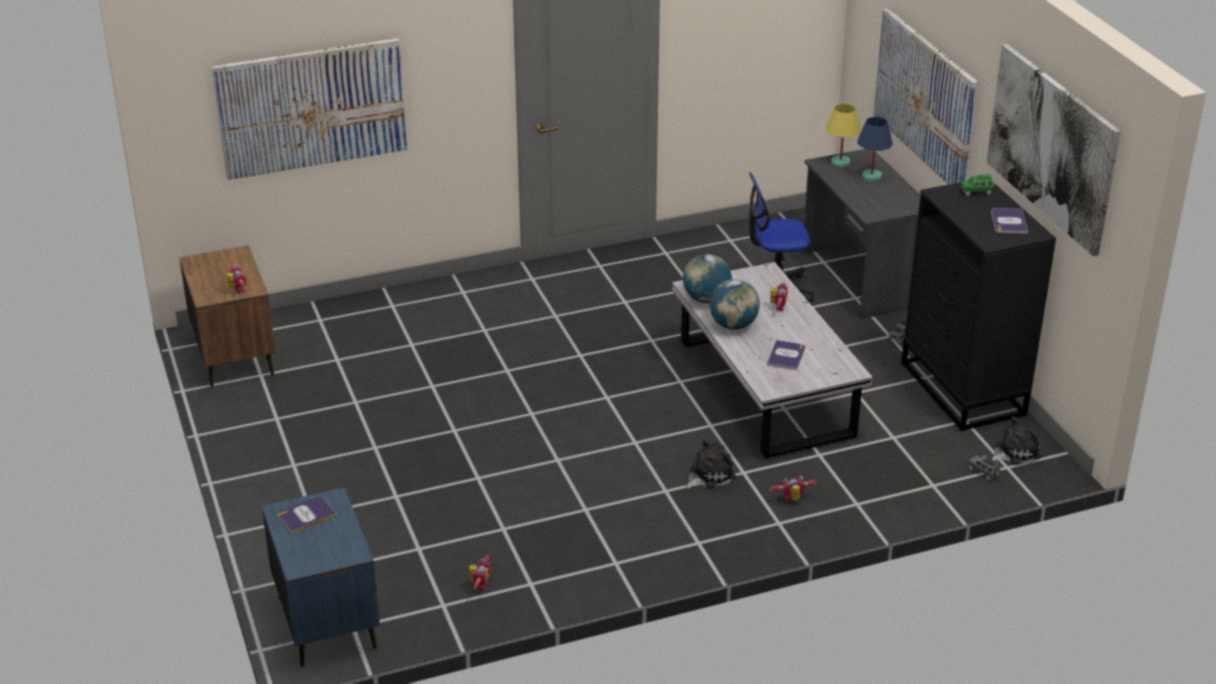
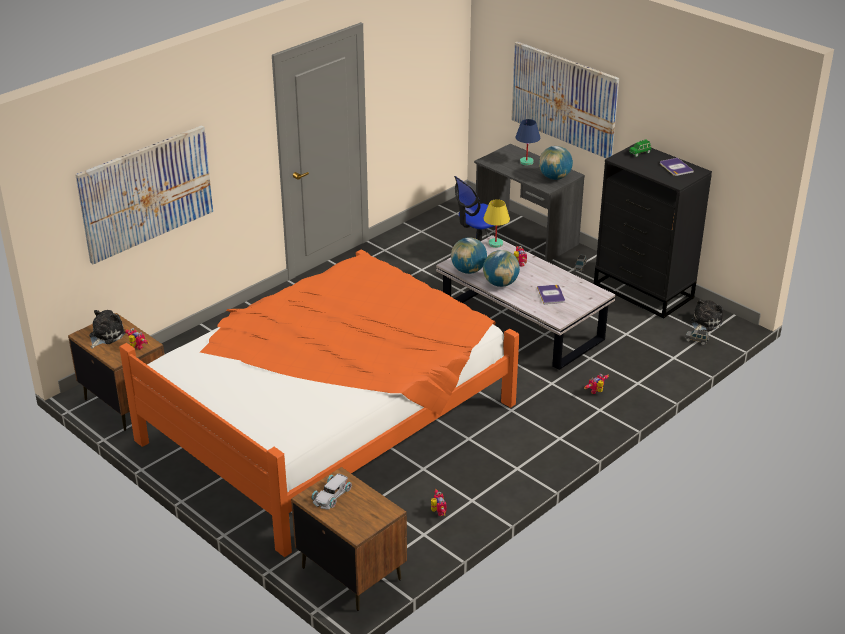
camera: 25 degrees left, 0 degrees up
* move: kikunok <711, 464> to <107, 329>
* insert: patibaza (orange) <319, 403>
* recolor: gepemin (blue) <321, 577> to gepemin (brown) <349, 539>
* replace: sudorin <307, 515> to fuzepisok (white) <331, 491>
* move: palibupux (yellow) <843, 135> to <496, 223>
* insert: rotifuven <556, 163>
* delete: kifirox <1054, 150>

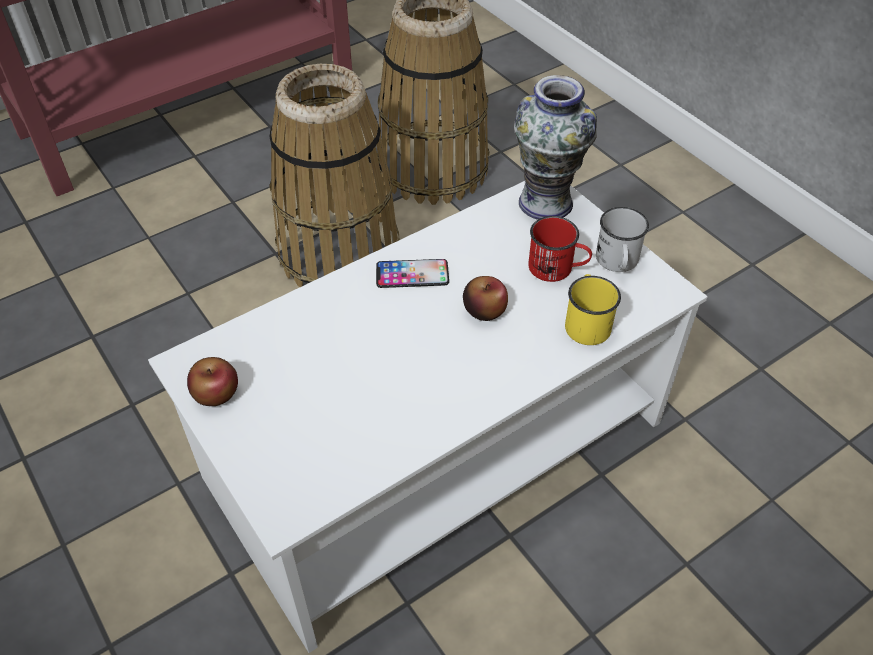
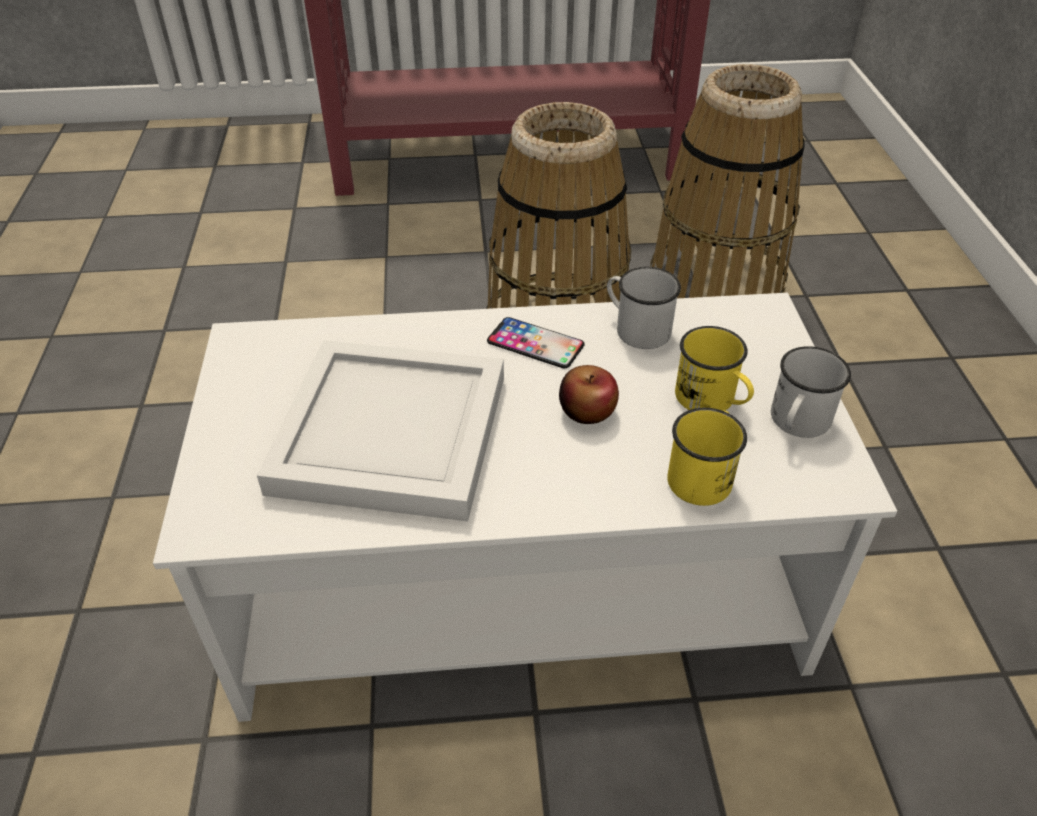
camera: 30 degrees right, 5 degrees down
* insert: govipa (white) <380, 430>
* insert: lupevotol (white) <644, 308>
* recolor: lupevotol (red) <560, 249> to lupevotol (yellow) <714, 368>
* delete: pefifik <212, 381>
* delete: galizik <555, 147>

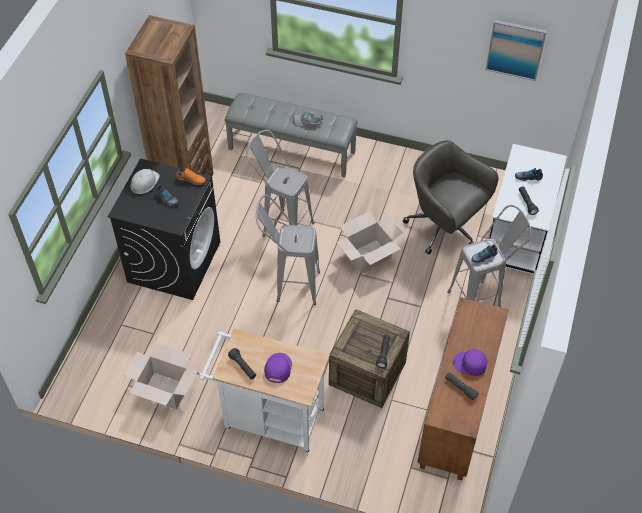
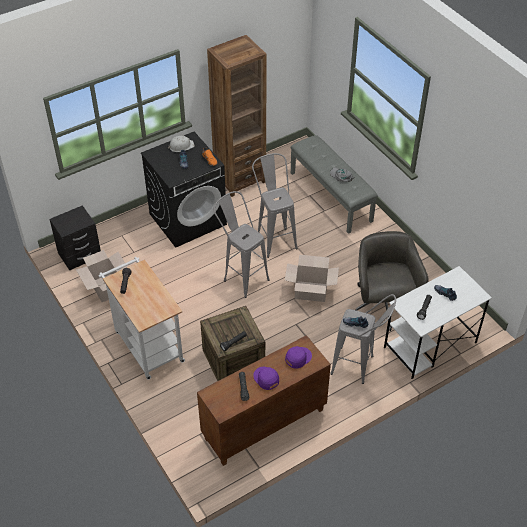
camera: 40 degrees right, 5 degrees down
* insert: gepemin (black) <75, 238>
* move: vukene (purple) <278, 368> to <298, 357>
* delete: kifirox <516, 50>

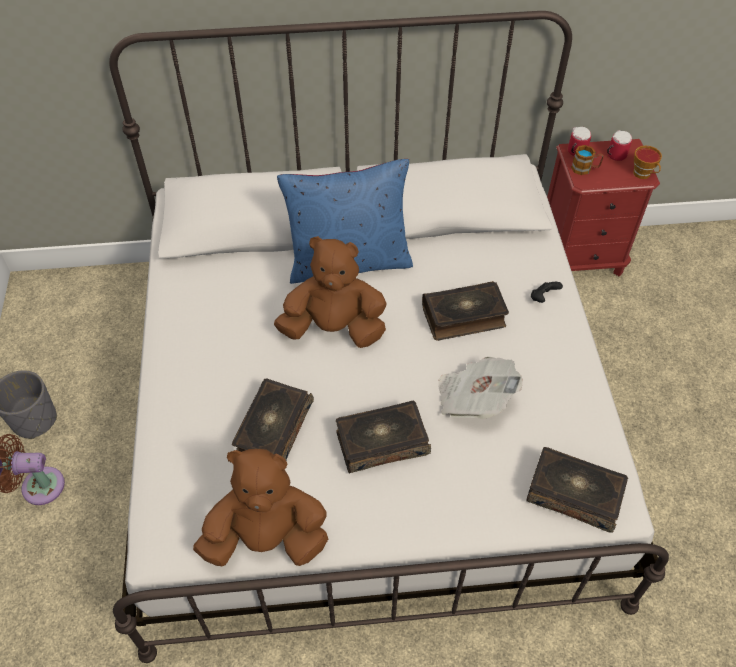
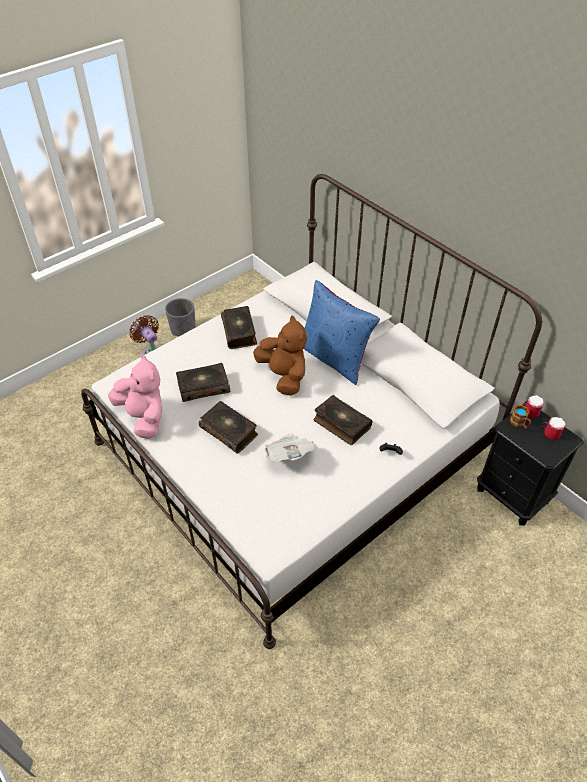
camera: 55 degrees right, 5 degrees down
* recolor: kikunok (brown) <260, 507> to kikunok (pink) <135, 397>
* move: sudorin <577, 490> to <239, 327>
* recolor: gepemin (red) <603, 208> to gepemin (black) <530, 464>
* delete: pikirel <647, 162>

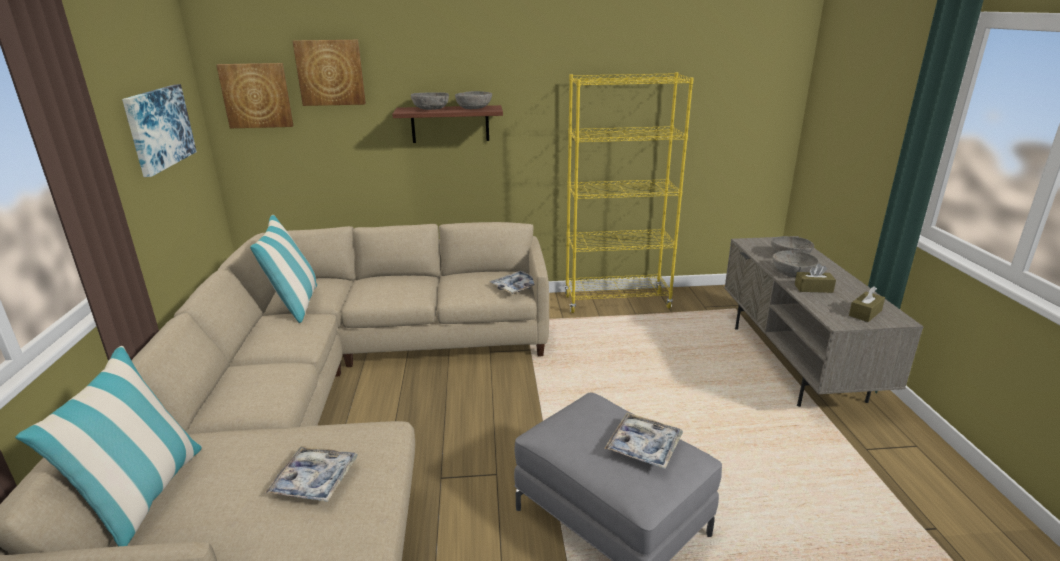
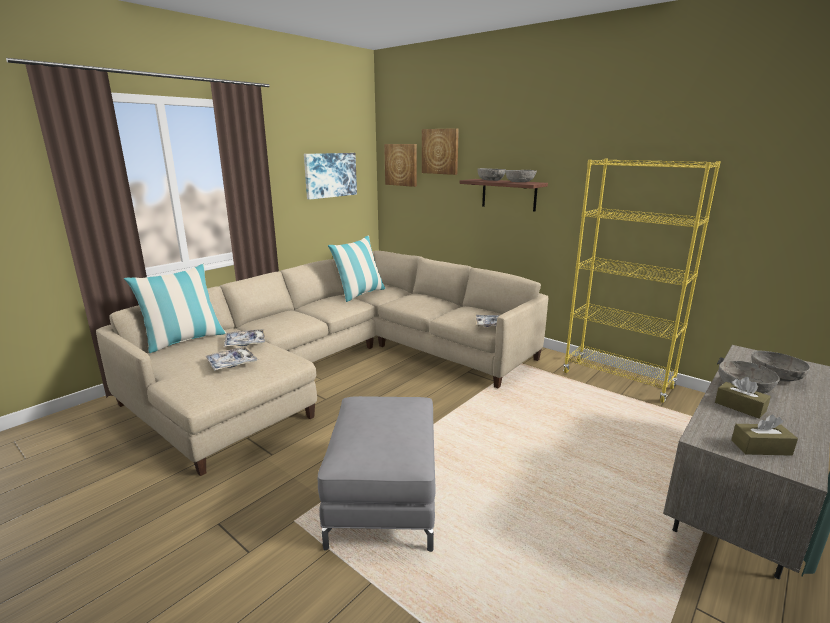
camera: 45 degrees right, 5 degrees down
* move: govipa <643, 441> to <244, 338>

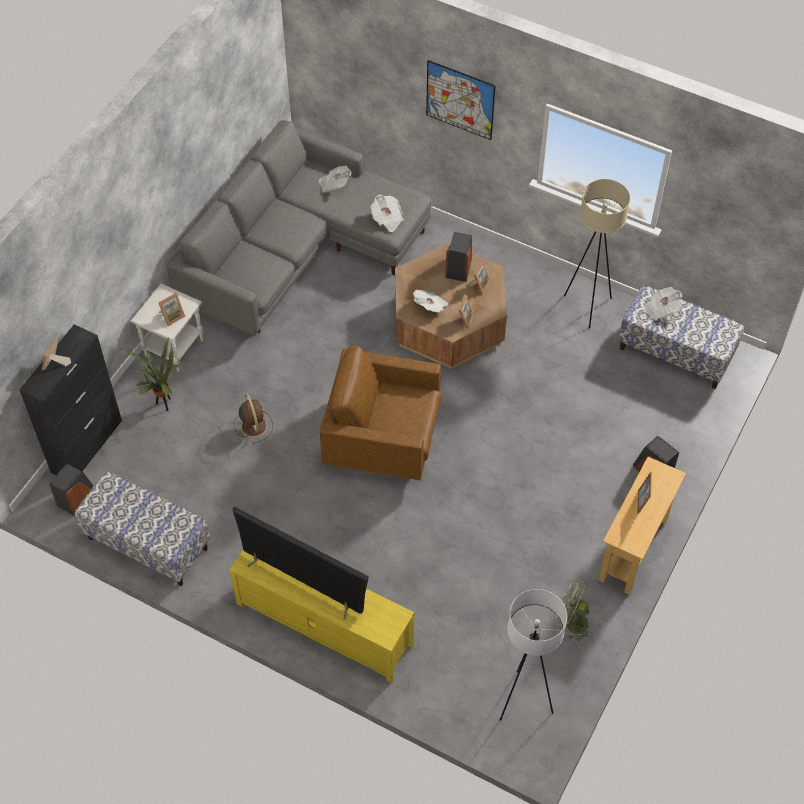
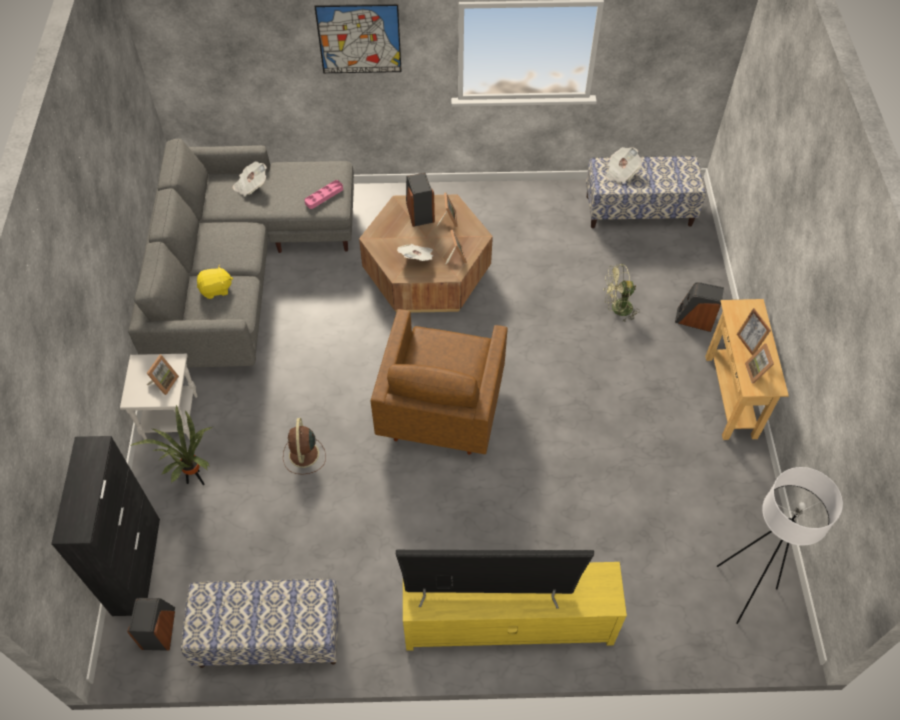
camera: 30 degrees left, 0 degrees up
* insert: kikunok (yellow) <215, 282>
* rotate: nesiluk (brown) <253, 418> = <304, 446> 135 degrees counterclockwise
* replace: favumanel <387, 213> to govipa (pink) <323, 194>
* rotate: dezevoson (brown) <381, 413> = <439, 381> 60 degrees counterclockwise
* move: nesiluk (green) <574, 610> to <621, 293>
* move: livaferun <56, 354> to <759, 363>
* delete: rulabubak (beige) <597, 254>

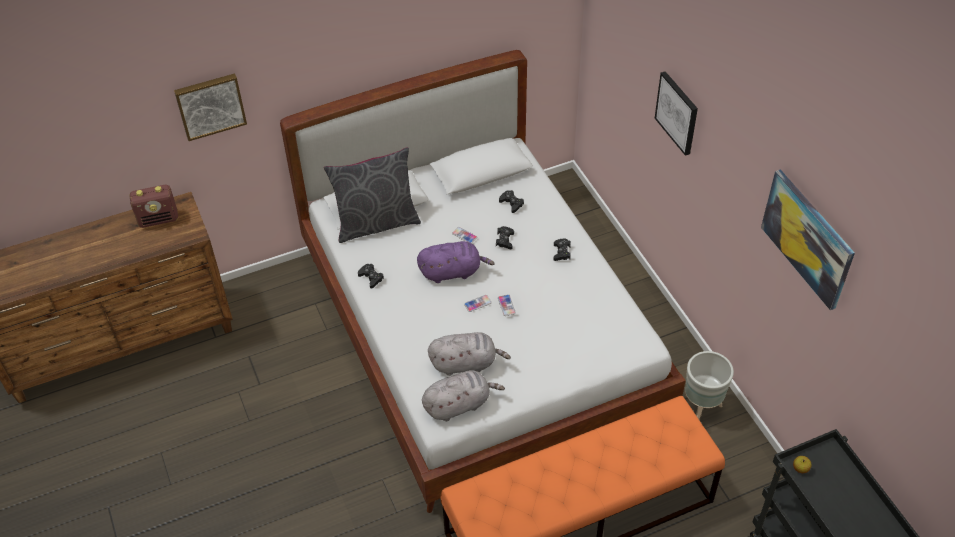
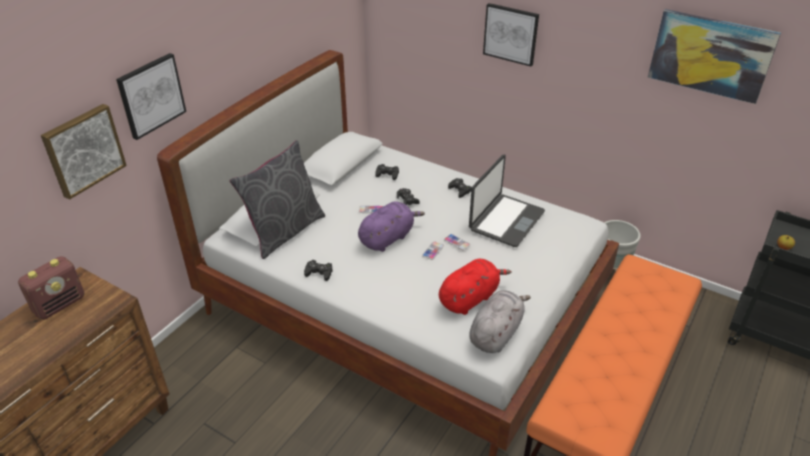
camera: 35 degrees left, 10 degrees down
* insert: kifirox <151, 96>
* recolor: kikunok (grey) <469, 354> to kikunok (red) <475, 286>
* insert: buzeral <507, 201>

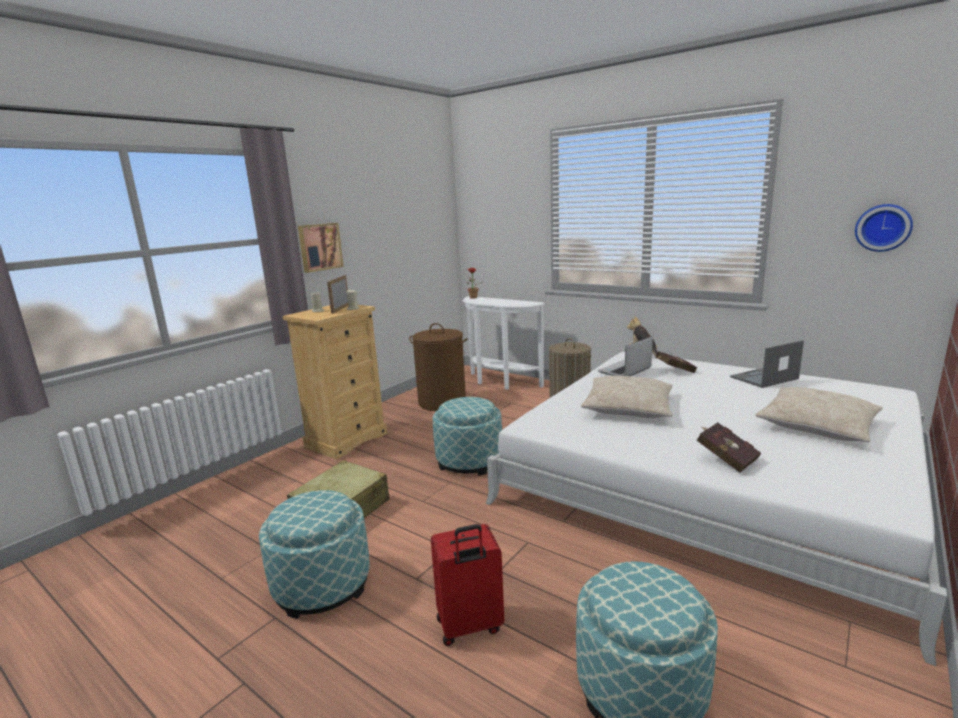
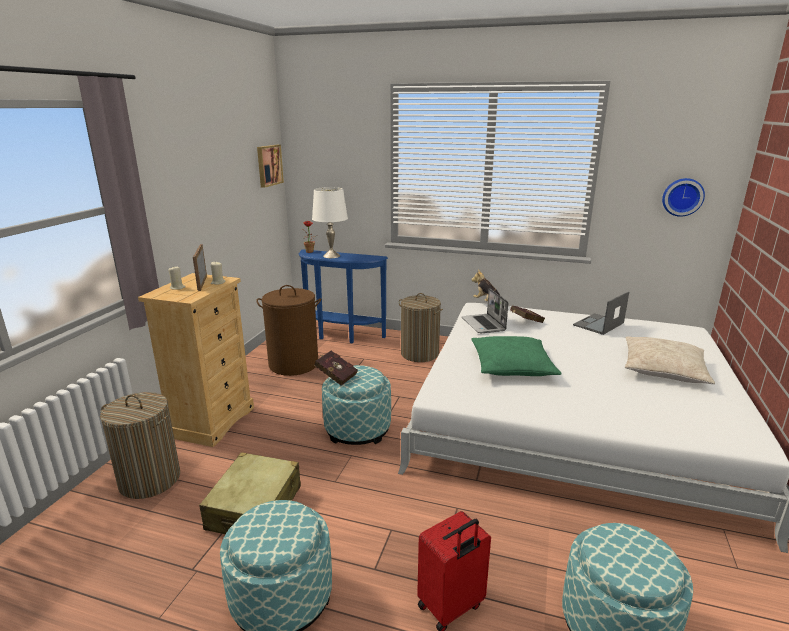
camera: 20 degrees left, 5 degrees up
* insert: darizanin <140, 445>
* move: kifirox <321, 248> to <270, 166>
* recolor: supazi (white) <504, 343> to supazi (blue) <343, 296>
* insert: palibupux (white) <330, 222>
* move: sudorin (red) <728, 447> to <336, 368>
* rotate: buzeral <625, 356> = <484, 310> 45 degrees counterclockwise
* recolor: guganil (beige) <627, 397> to guganil (green) <517, 356>

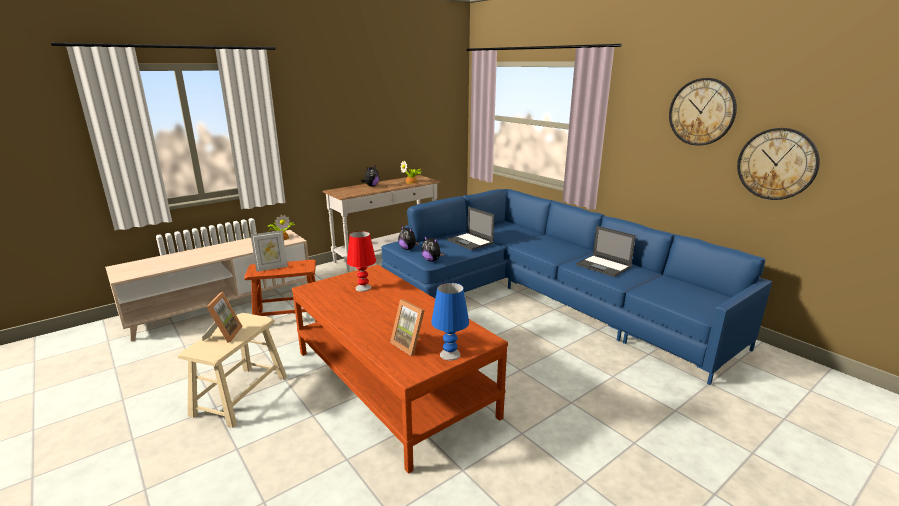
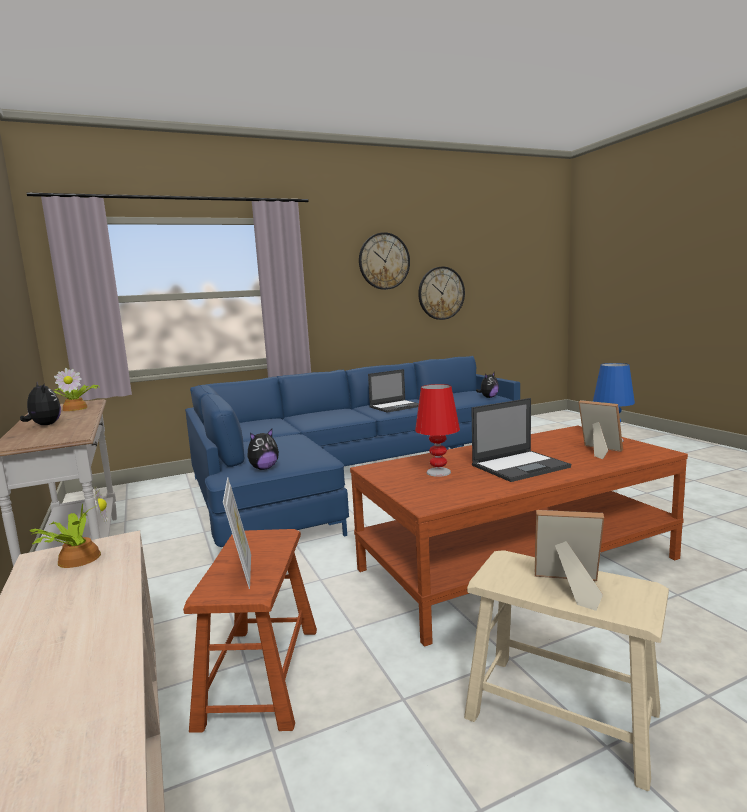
camera: 75 degrees left, 10 degrees down
* move: buzeral <470, 228> to <521, 440>
* move: kikunok <432, 249> to <487, 385>
* rotate: livaferun <407, 327> = <600, 429> 105 degrees counterclockwise

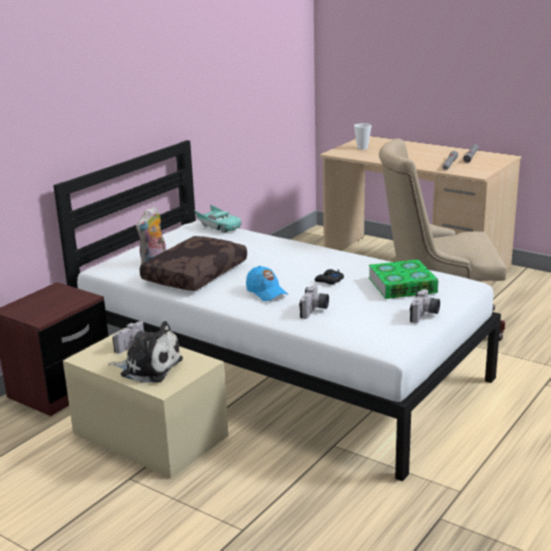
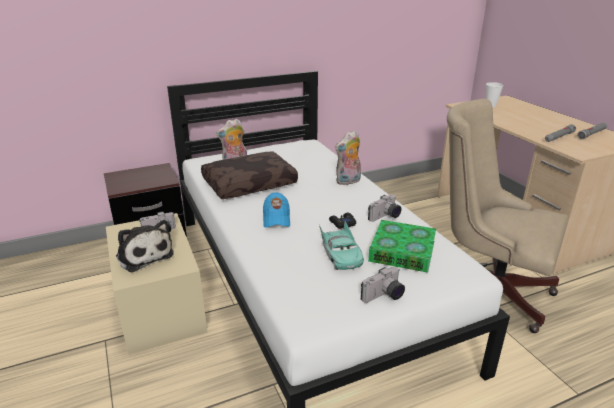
camera: 30 degrees right, 5 degrees up
* move: fuzepisok (turquoise) <217, 218> to <341, 245>
* insert: kikunok <348, 157>
* move: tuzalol <314, 302> to <384, 208>

